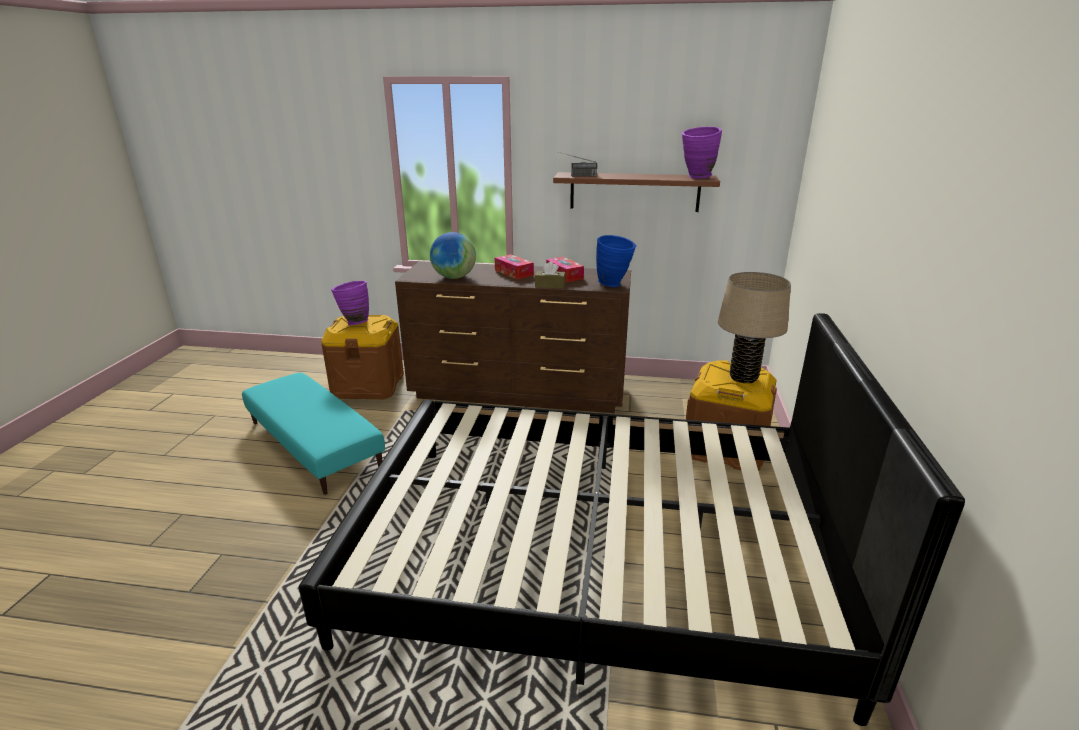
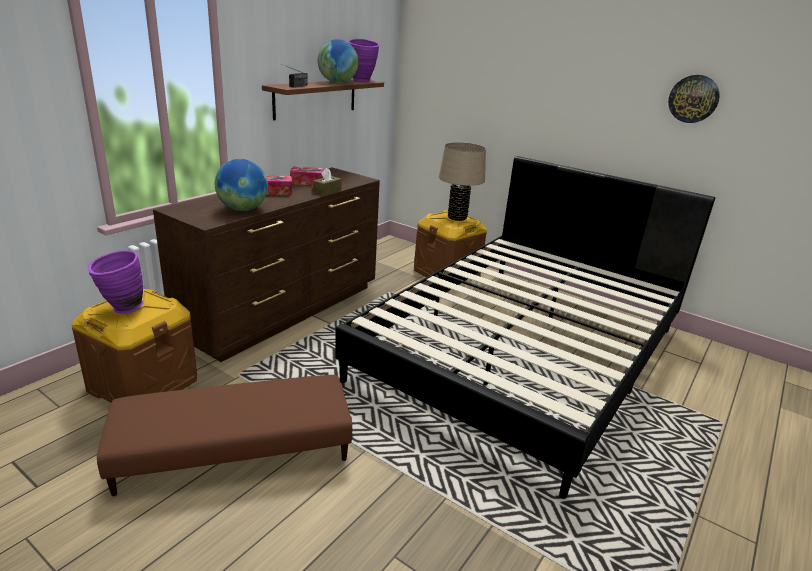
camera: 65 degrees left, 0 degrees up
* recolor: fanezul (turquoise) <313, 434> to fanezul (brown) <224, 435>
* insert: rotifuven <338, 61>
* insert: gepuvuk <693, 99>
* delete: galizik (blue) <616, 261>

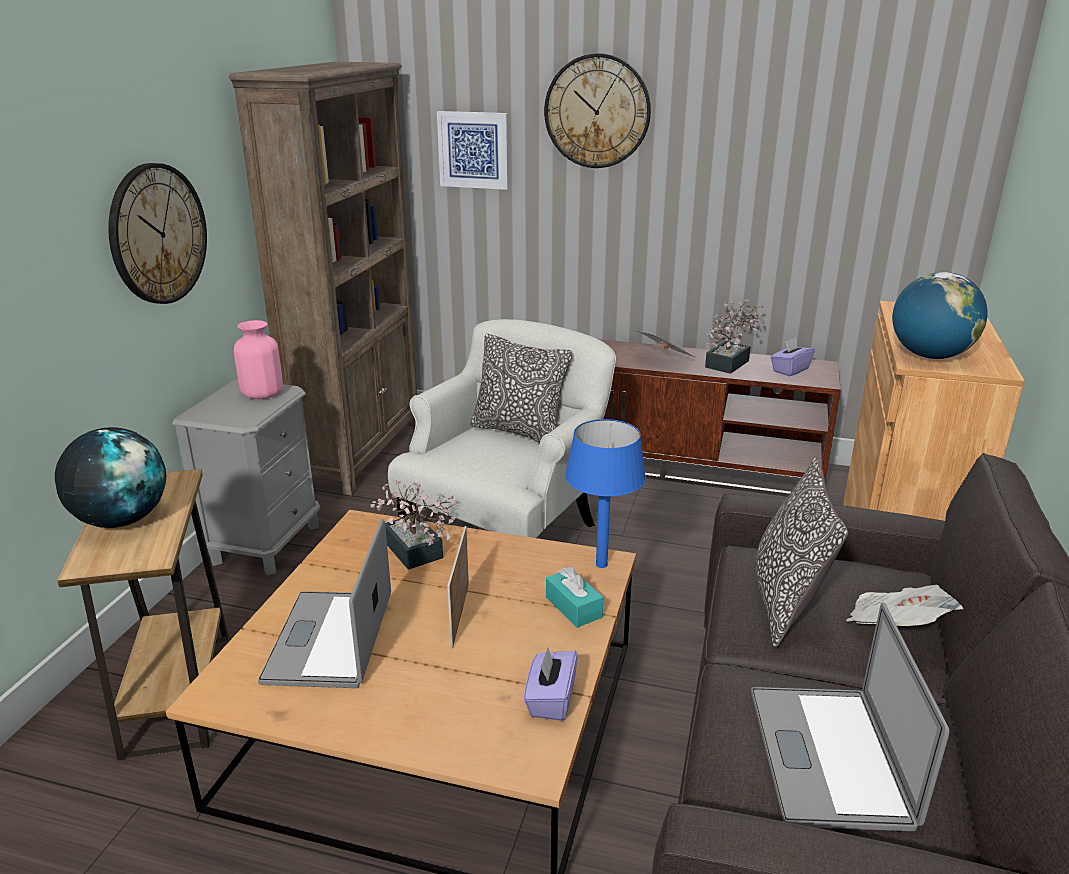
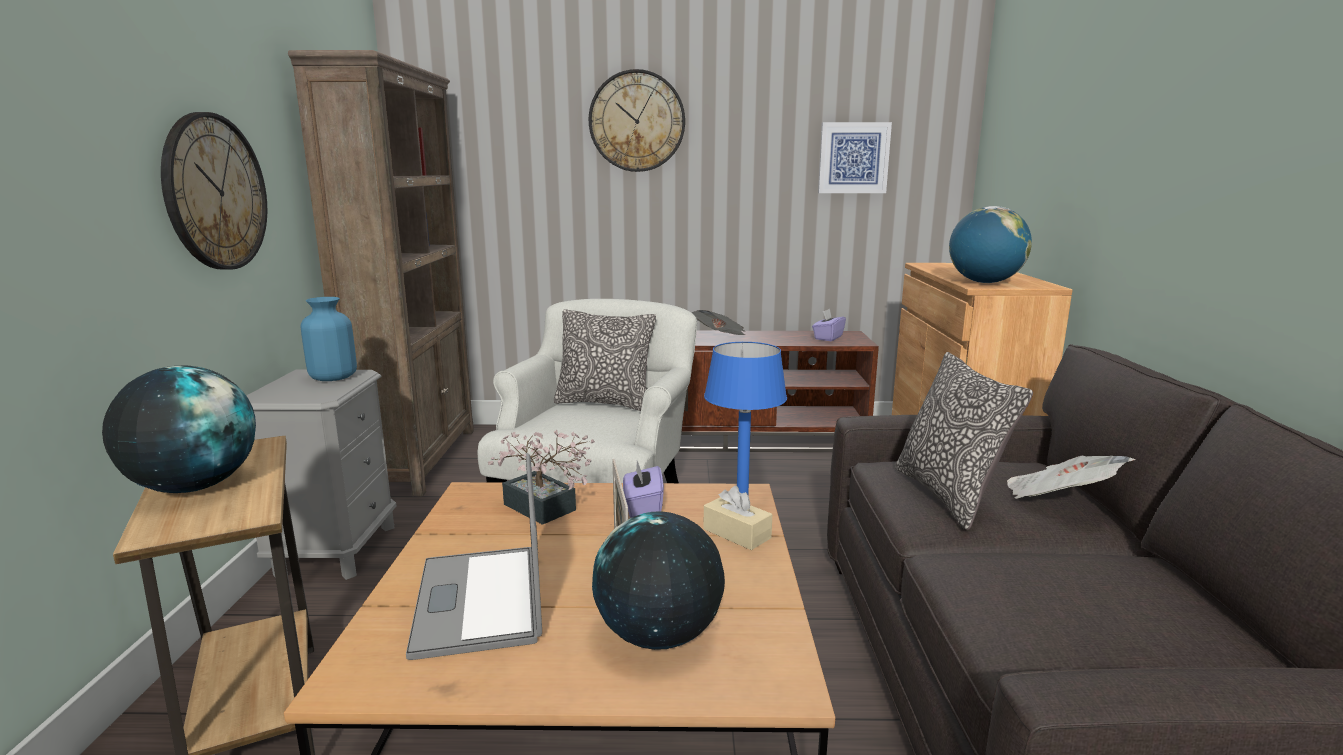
camera: 15 degrees left, 10 degrees down
* recolor: galizik (pink) <258, 359> to galizik (blue) <329, 339>
* insert: rotifuven <658, 580>
* move: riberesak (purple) <551, 684> to <643, 489>
* recolor: riberesak (turquoise) <574, 597> to riberesak (beige) <737, 518>
* move: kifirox <473, 150> to <855, 157>
* delete: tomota <734, 336>
* delete: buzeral <850, 716>

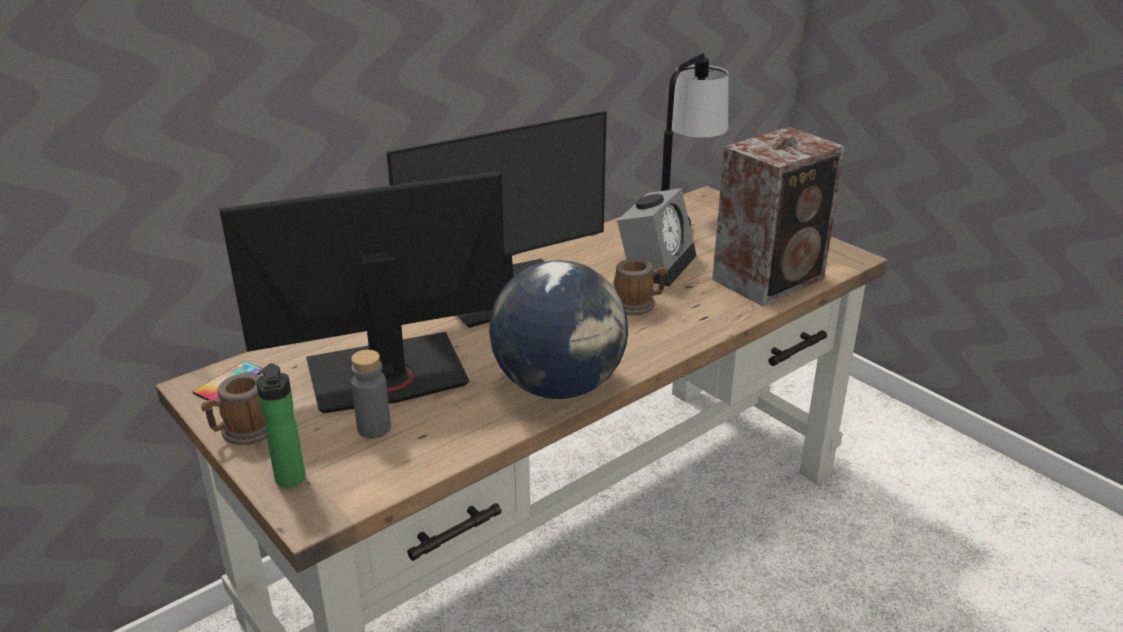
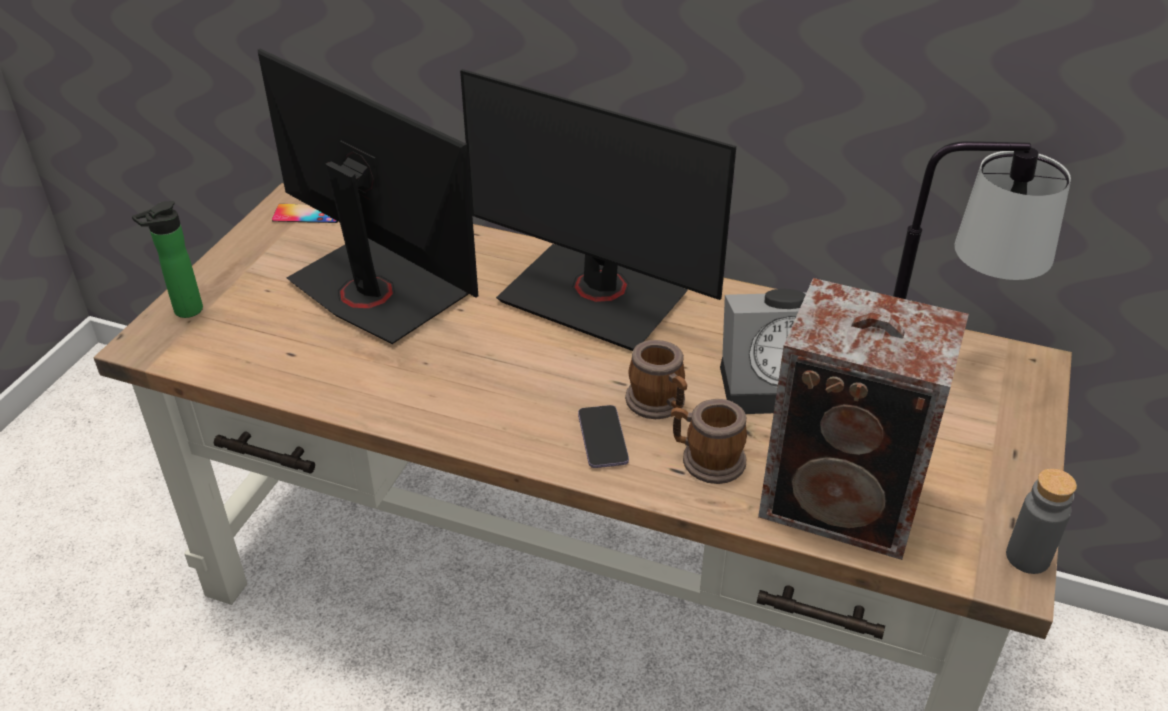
camera: 60 degrees right, 10 degrees up
* insert: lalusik <603, 436>
* move: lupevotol <234, 409> to <709, 441>
* move: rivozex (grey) <371, 394> to <1041, 521>
* delete: rotifuven <558, 329>

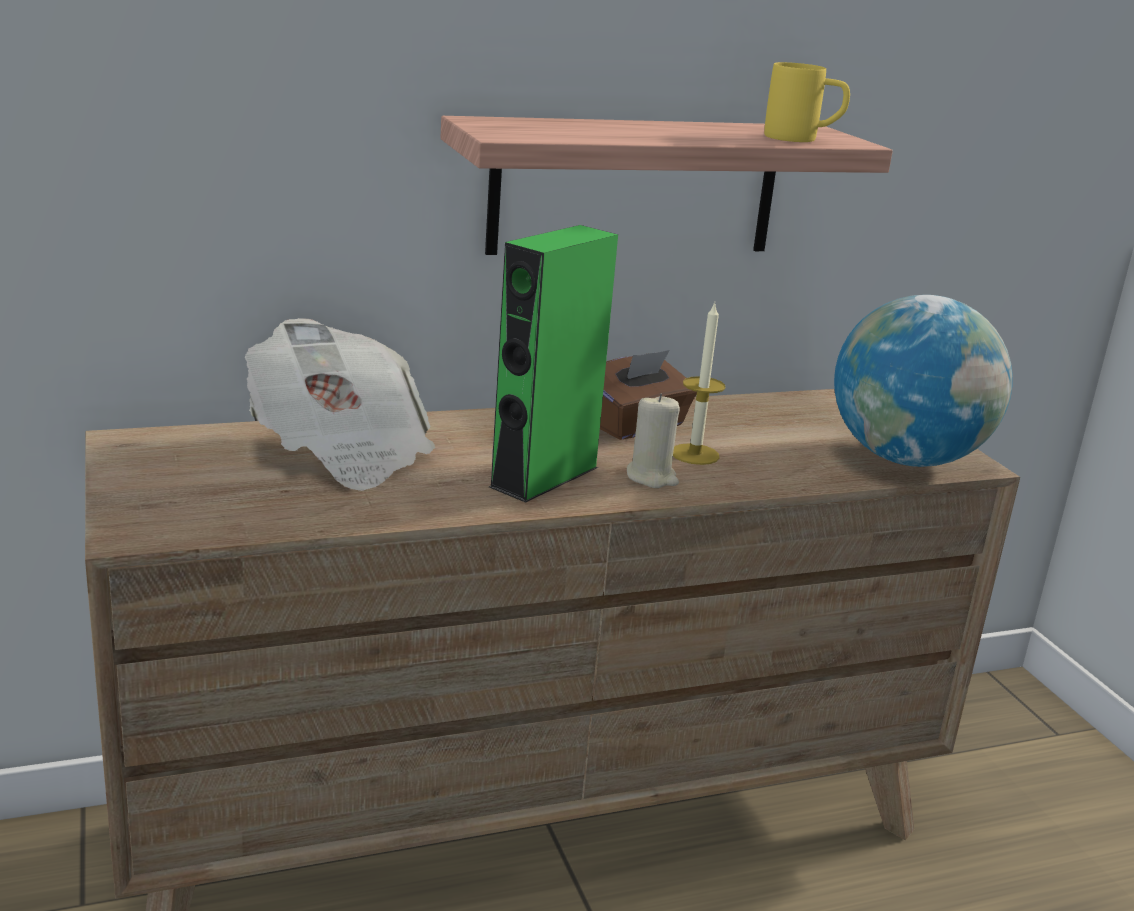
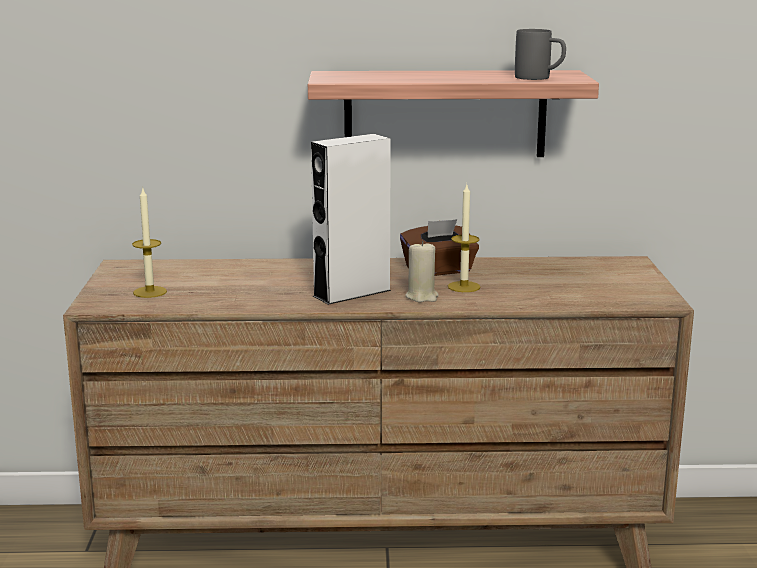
camera: 20 degrees right, 5 degrees down
* insert: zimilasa <149, 243>
* recolor: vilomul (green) <553, 364> to vilomul (white) <351, 219>
* recolor: lupevotol (yellow) <807, 102> to lupevotol (grey) <540, 54>
* delete: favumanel <340, 404>
* delete: rotifuven <923, 381>

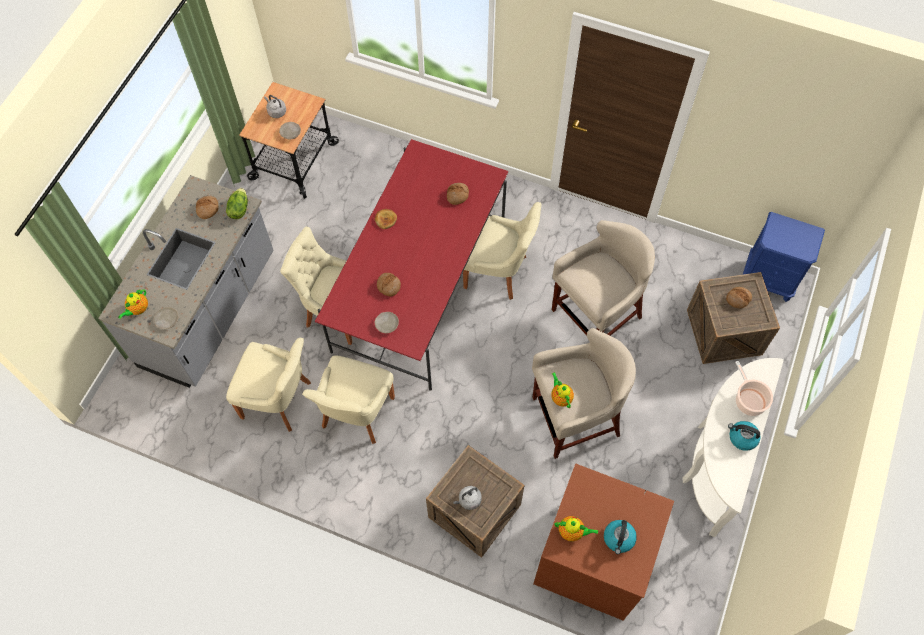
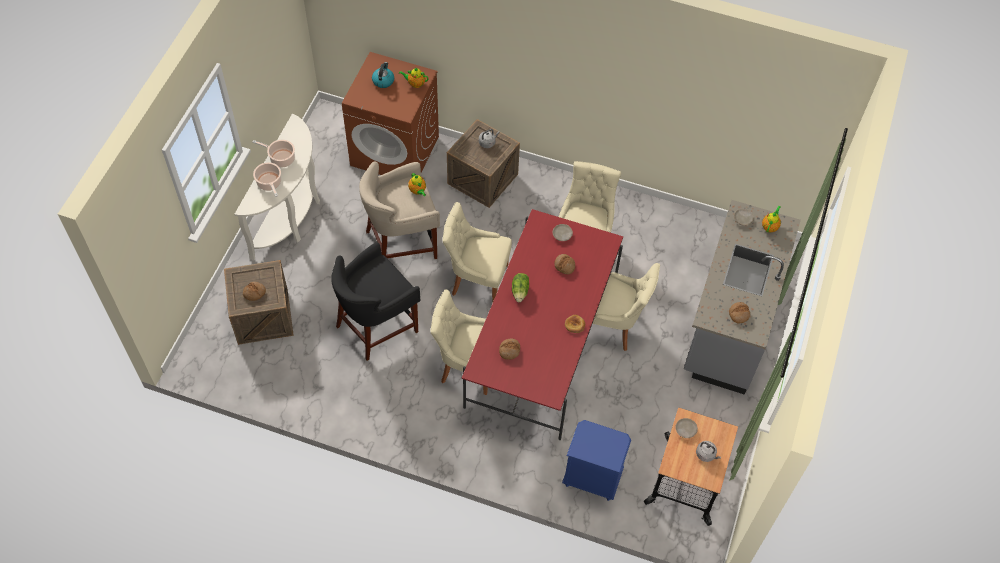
camera: 175 degrees right, 5 degrees down
* replace: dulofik <744, 436> to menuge <273, 154>
* recolor: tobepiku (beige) <603, 278> to tobepiku (black) <375, 302>
* move: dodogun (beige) <268, 385> to <477, 251>
* move: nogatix <237, 203> to <520, 287>
* move: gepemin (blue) <784, 257> to <596, 460>

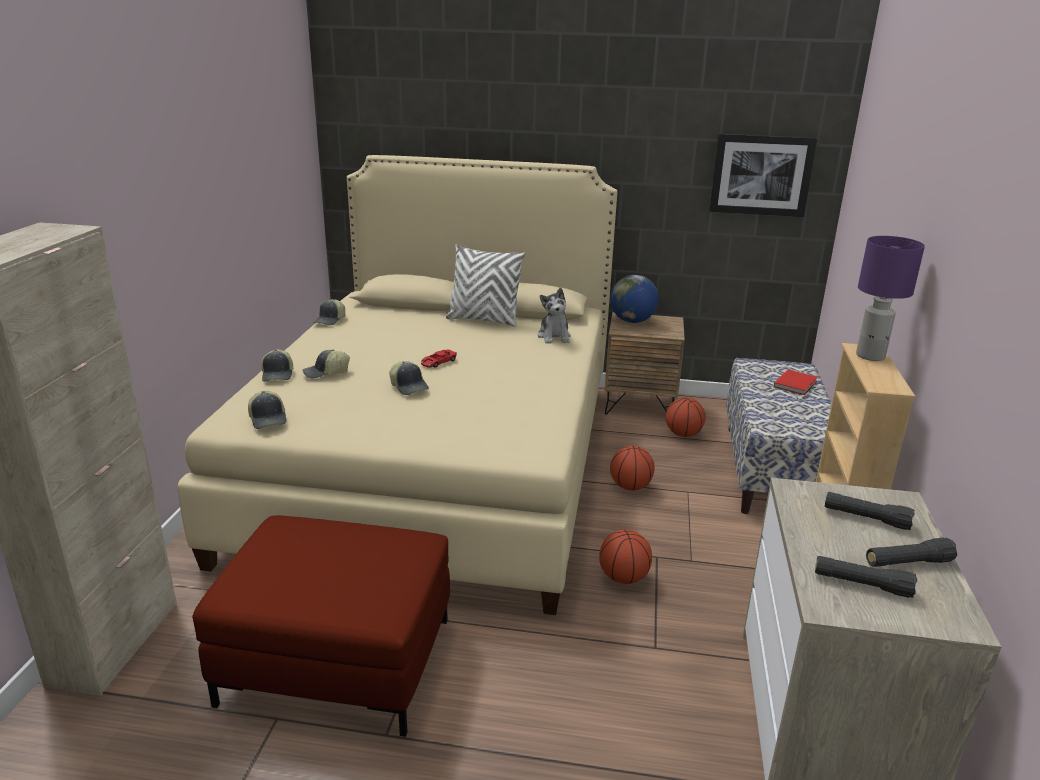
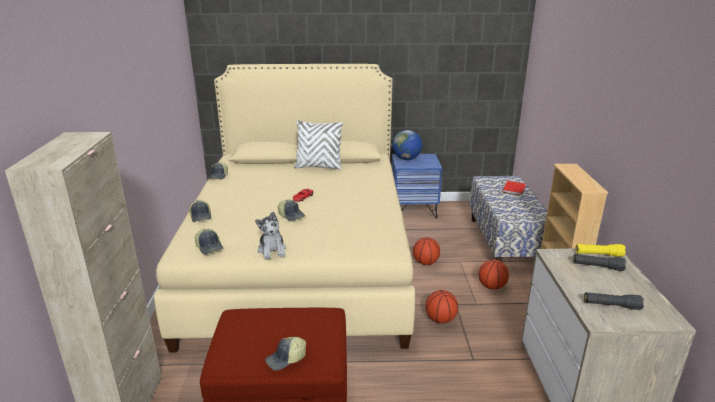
camera: 10 degrees left, 0 degrees up
* move: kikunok <554, 316> to <270, 236>
* move: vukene <326, 364> to <285, 354>
* recolor: gepemin (brown) <645, 363> to gepemin (blue) <417, 186>
* move: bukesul <686, 417> to <494, 274>
* insert: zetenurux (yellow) <600, 250>
* delete: kifirox <763, 175>
* delete: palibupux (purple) <890, 298>
* delete: zetenurux (black) <911, 552>

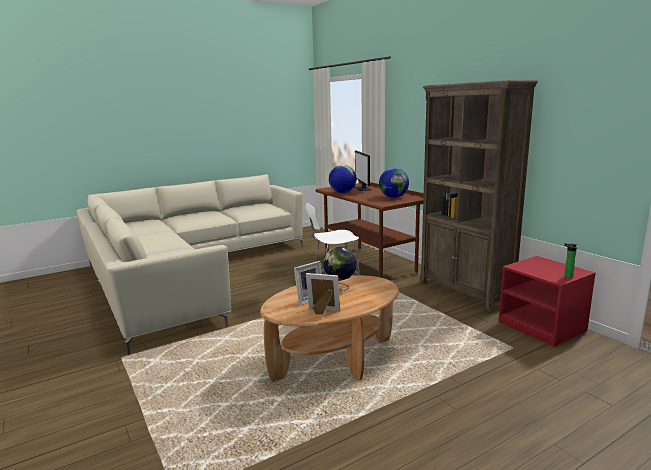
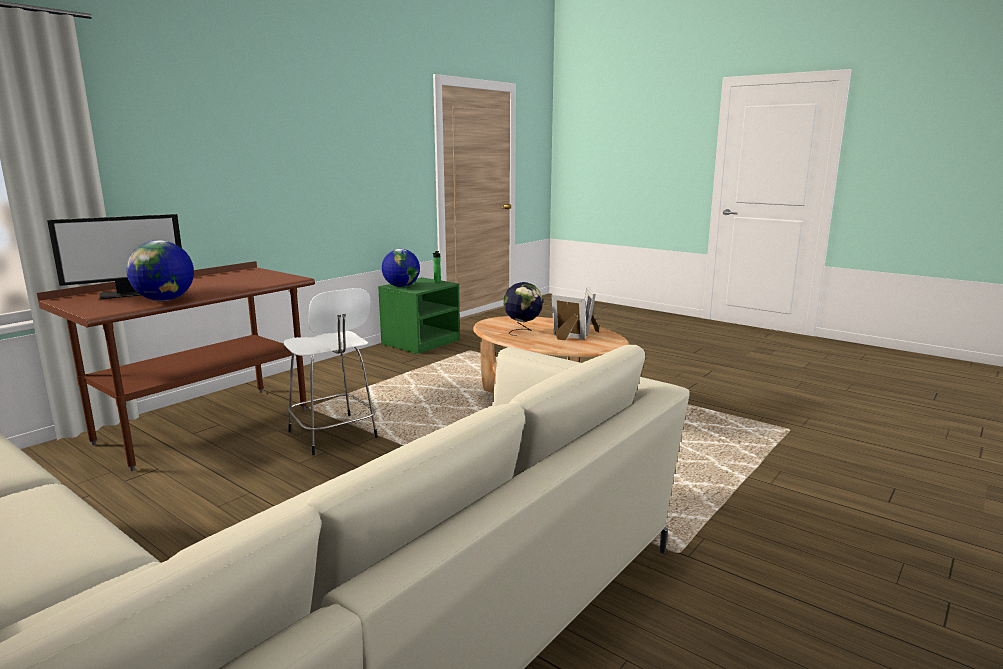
camera: 110 degrees left, 0 degrees up
* recolor: gepemin (red) <547, 301> to gepemin (green) <419, 315>
* move: rotifuven <394, 183> to <401, 268>
* delete: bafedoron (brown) <479, 196>

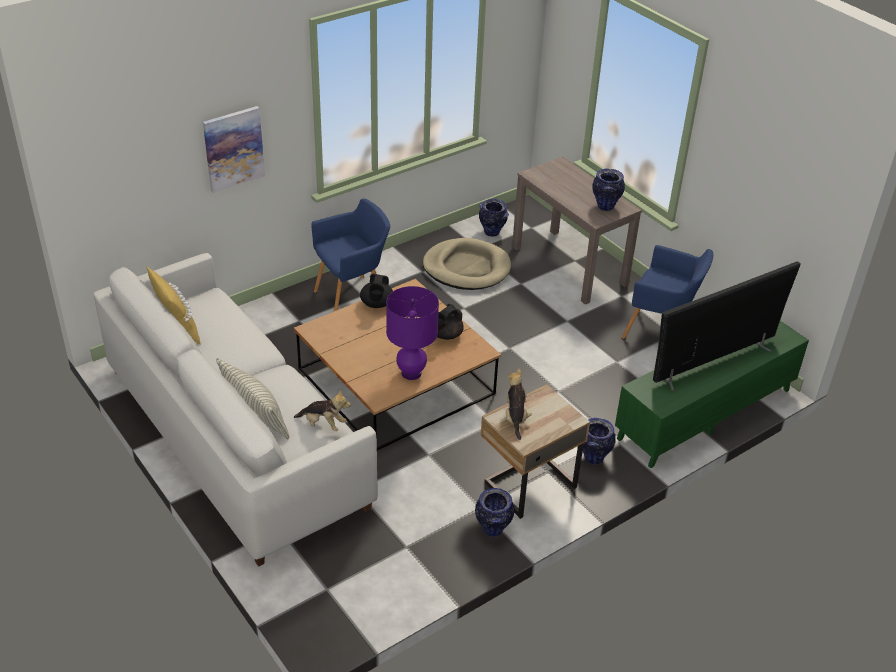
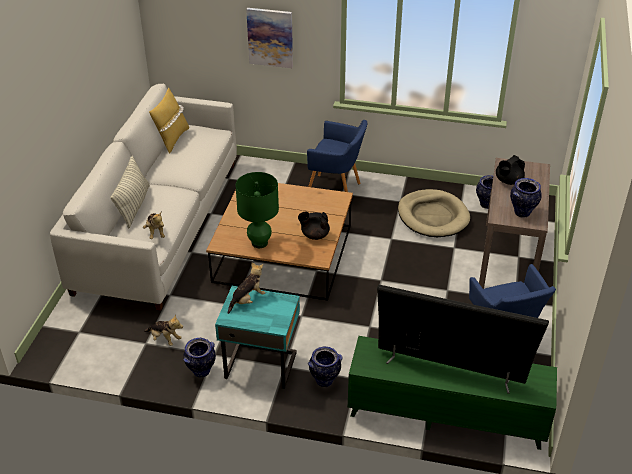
camera: 50 degrees right, 0 degrees up
* insert: kikunok <163, 330>
* recolor: gepemin (beige) <535, 452> to gepemin (turquoise) <257, 337>
* recolor: palibupux (purple) <412, 333> to palibupux (green) <257, 210>
* move: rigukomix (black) <376, 291> to <510, 170>

